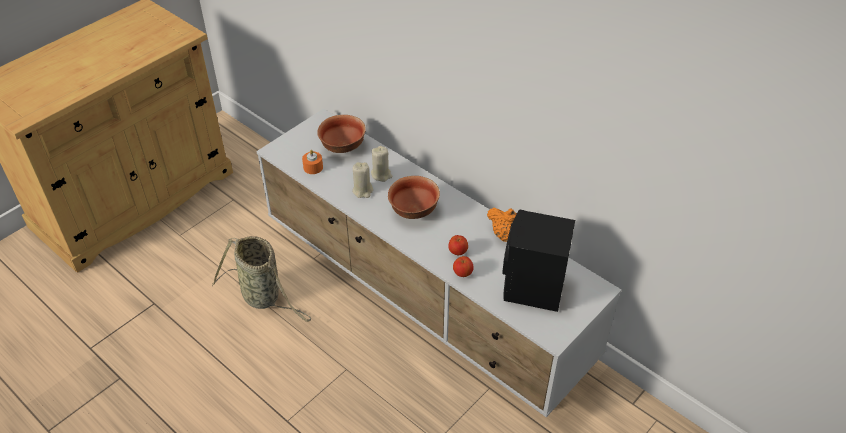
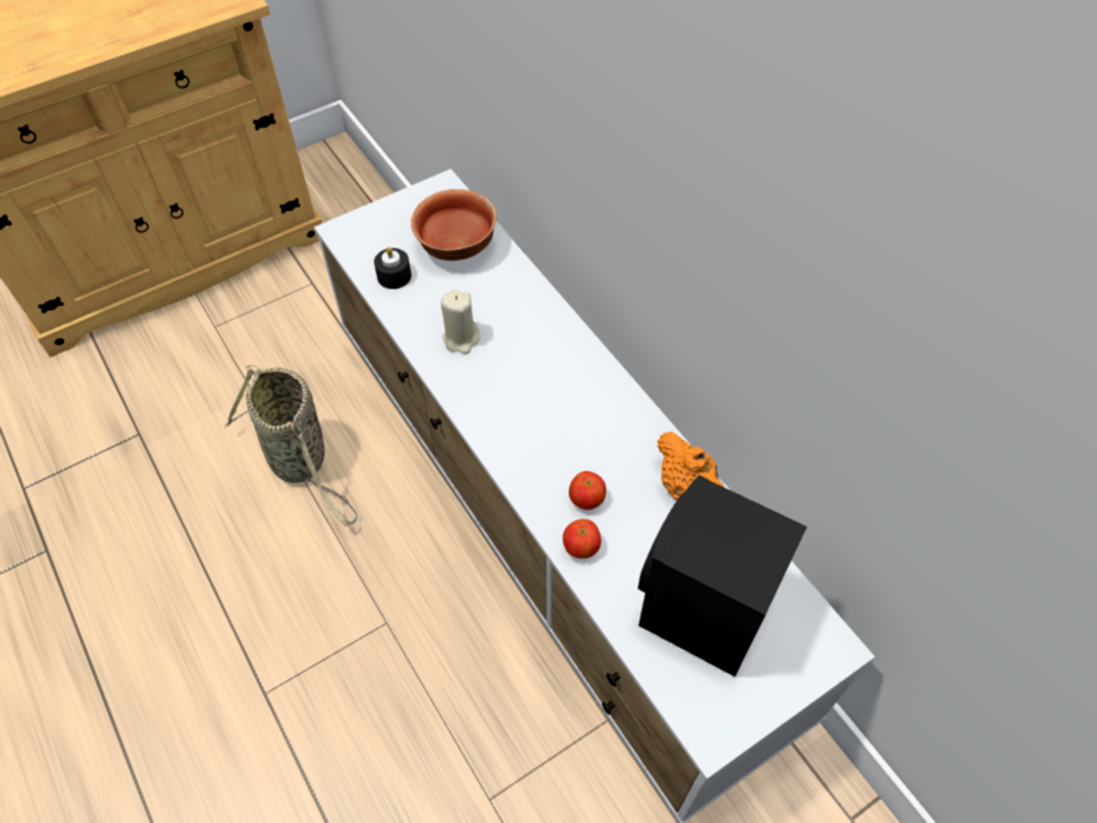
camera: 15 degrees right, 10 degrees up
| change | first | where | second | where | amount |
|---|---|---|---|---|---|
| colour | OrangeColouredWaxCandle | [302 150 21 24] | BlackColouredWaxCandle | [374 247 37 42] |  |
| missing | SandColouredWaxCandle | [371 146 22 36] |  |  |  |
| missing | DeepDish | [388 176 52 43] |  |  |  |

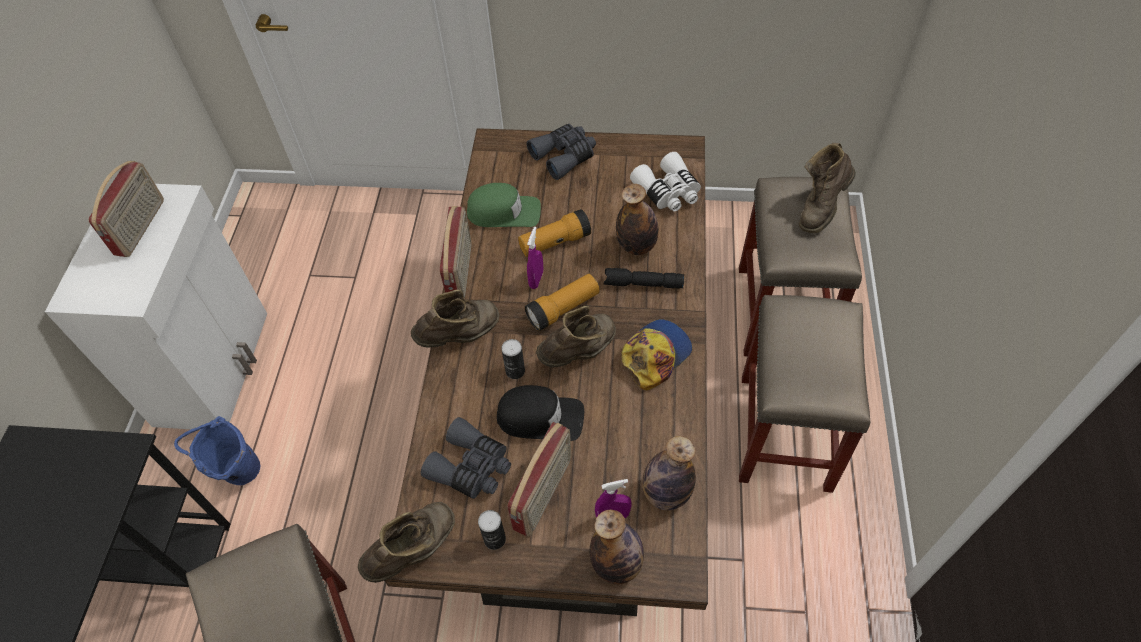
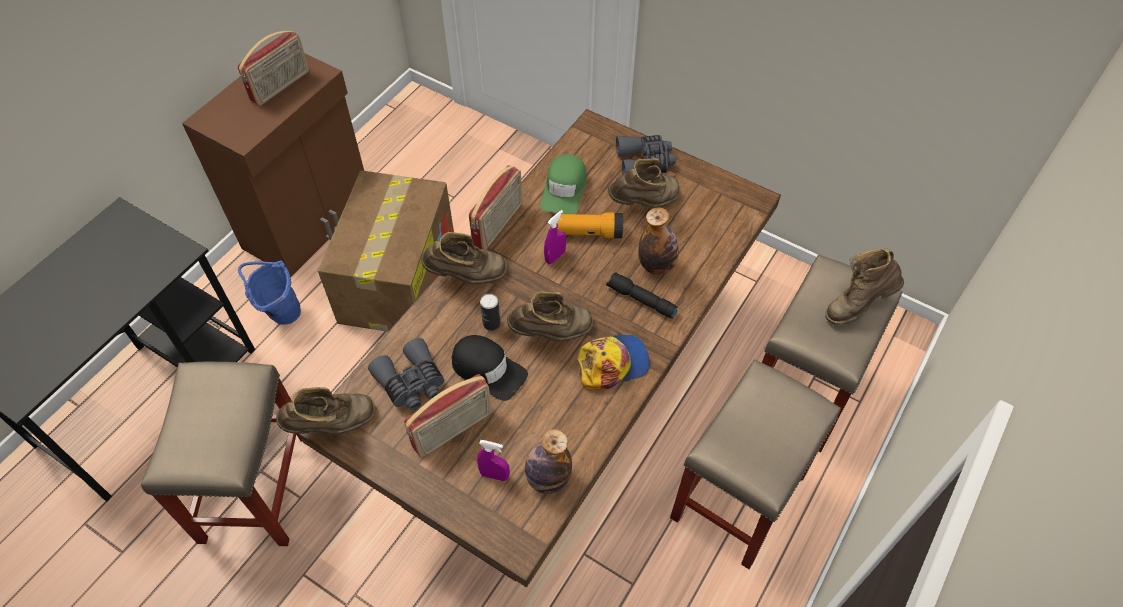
camera: 25 degrees right, 0 degrees up
| change | first | where | second | where | amount |
|---|---|---|---|---|---|
| colour | WhiteCupboard | [45 184 222 246] | BrownColouredCupboard | [182 53 182 224] |  |
| spun | GreenishPeakedCap | [467 183 74 44] |  | [540 154 46 60] | 75 degrees clockwise |
| missing | SealedCan | [478 510 28 40] |  |  |  |
| missing | Flashlight | [525 274 75 57] |  |  |  |
| missing | Bottle | [590 509 54 75] |  |  |  |
| missing | WhitePairOfBinoculars | [630 152 71 60] |  |  |  |
| appeared |  |  | CardboardBox | [318 170 136 162] |  |
| appeared |  |  | BrownColouredHighTopBoot | [608 158 72 51] |  |

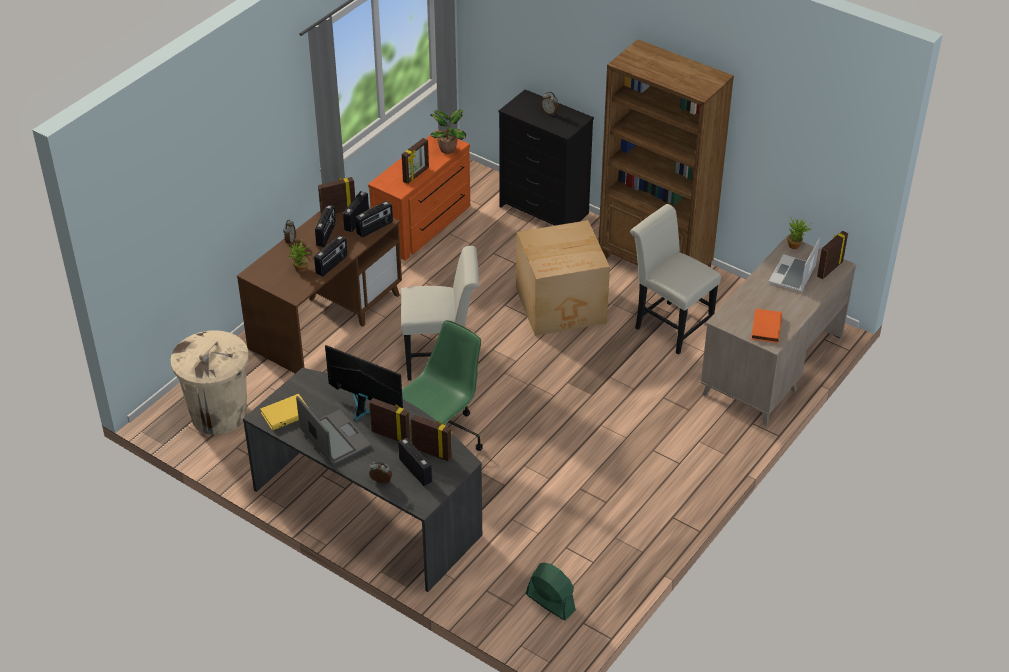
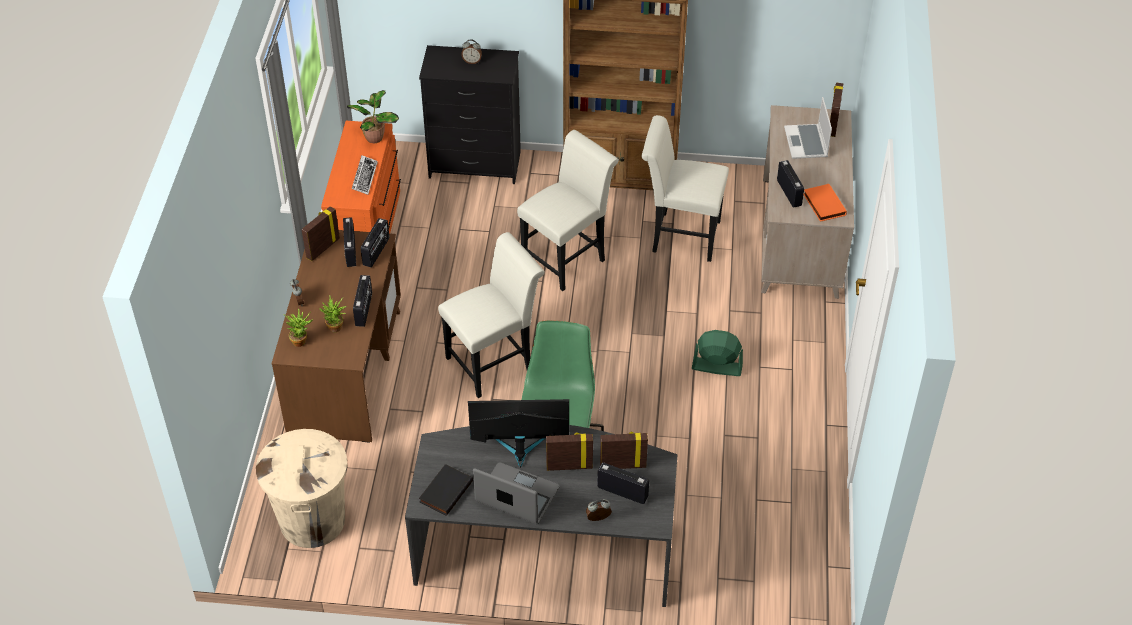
camera: 30 degrees left, 5 degrees up
| change | first | where | second | where | amount |
|---|---|---|---|---|---|
| colour | YellowColouredVolume | [260 394 48 37] | BlackColouredVolume | [419 464 54 52] |  |
| relocated | RadioSet | [315 205 21 42] |  | [777 160 27 48] |  |
| exchanged | PhotoFrame | [402 138 27 46] | ComputerKeyboard | [352 155 26 40] |  |
| exchanged | CardboardBox | [516 220 94 116] | WhitePlainChair | [517 130 102 161] |  |
| relocated | GreenishFan | [526 563 50 57] |  | [692 330 51 46] |  |
| relocated | PottedPlant | [787 217 25 32] |  | [283 309 30 38] |  |

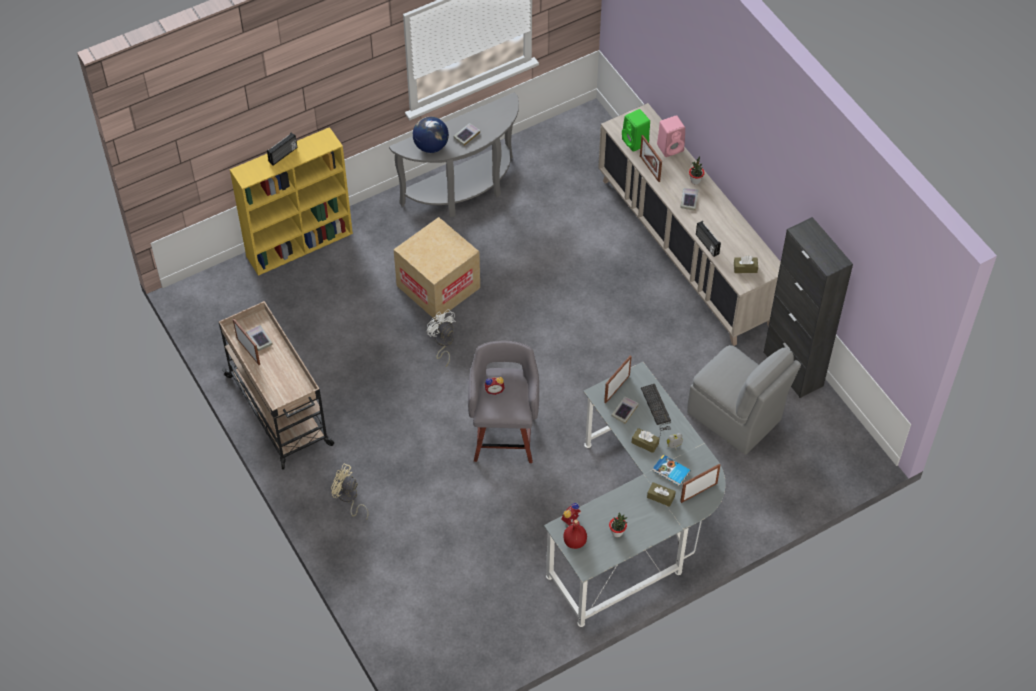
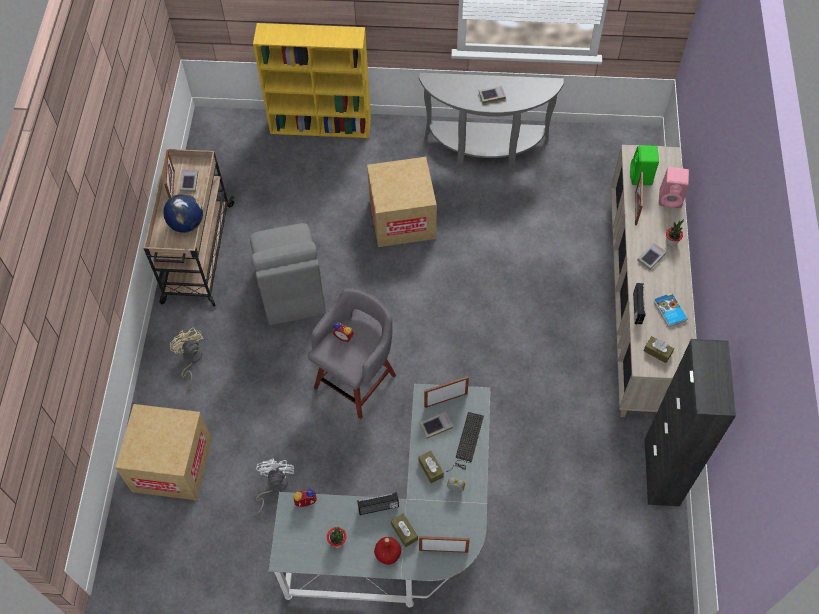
camera: 35 degrees right, 5 degrees up
| change | first | where | second | where | amount |
|---|---|---|---|---|---|
| relocated | RadioSet | [267 133 30 32] |  | [357 492 42 23] |  |
| relocated | WorldGlobe | [413 117 36 36] |  | [163 194 40 39] |  |
| relocated | WhiteFan | [427 309 29 58] |  | [256 459 38 54] |  |
| relocated | RedBottle | [563 520 24 29] |  | [374 537 27 28] |  |
| relocated | Volume | [653 454 37 32] |  | [654 293 33 34] |  |
| relocated | GreyPlainChair | [687 345 114 110] |  | [250 223 76 102] |  |
| appeared |  |  | CardboardBox | [115 404 97 96] |  |

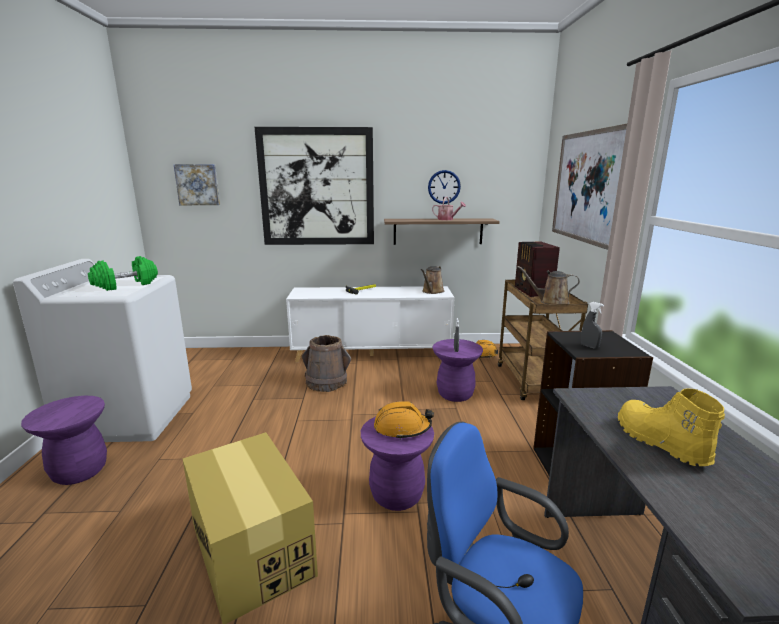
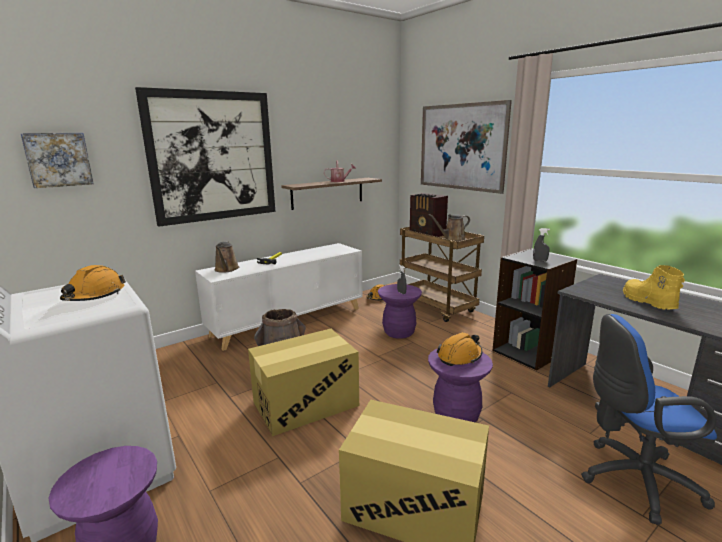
camera: 35 degrees left, 0 degrees up
| change | first | where | second | where | amount |
|---|---|---|---|---|---|
| exchanged | GreenishDumbbell | [88 256 70 35] | OrangeColouredWorkHelmet | [60 265 66 36] |  |
| relocated | BrownColouredWateringPot | [421 266 23 28] |  | [215 241 24 32] |  |
| missing | WallClock | [428 170 33 34] |  |  |  |
| spun | YellowColouredHighTopBoot | [618 389 107 77] |  | [623 265 62 44] | 45 degrees clockwise |
| appeared |  |  | CardboardBox | [248 329 111 107] |  |

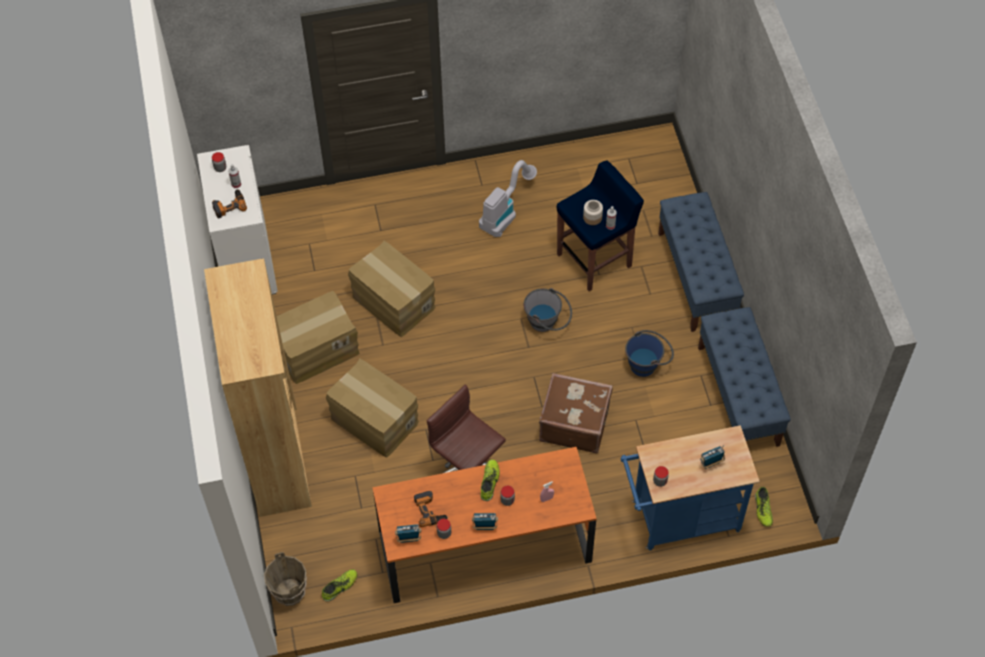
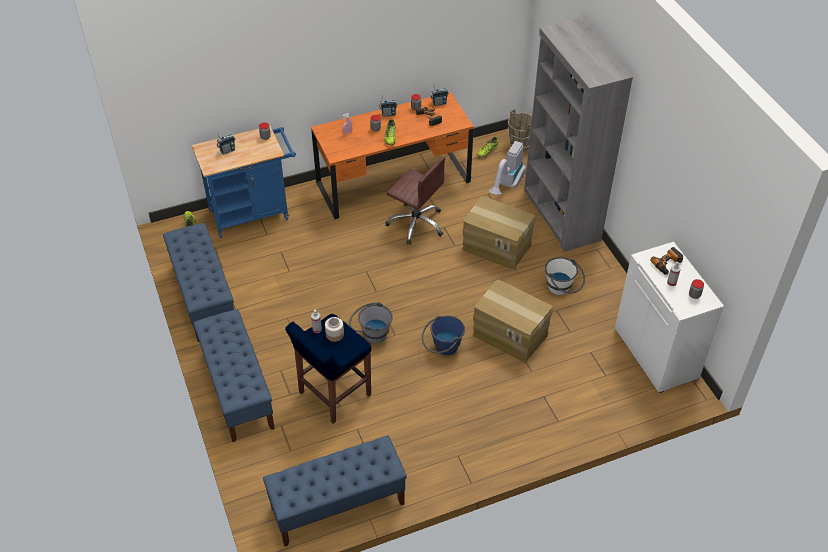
camera: 170 degrees right, 10 degrees down
| change | first | where | second | where | amount |
|---|---|---|---|---|---|
| colour | BrownColouredBookshelf | [204 259 108 258] | GreyBookshelf | [524 18 109 234] |  |
| exchanged | CardboardBox | [277 291 83 93] | WhitePail | [545 257 40 38] |  |
| relocated | Vacuum | [479 160 58 77] |  | [489 141 37 54] |  |
| missing | BrownColouredPieceOfLuggage | [539 373 74 81] |  |  |  |
| relocated | BlueColouredPail | [625 330 49 47] |  | [422 315 43 40] |  |
| appeared |  |  | BlueColouredLongSeat | [263 435 144 111] |  |

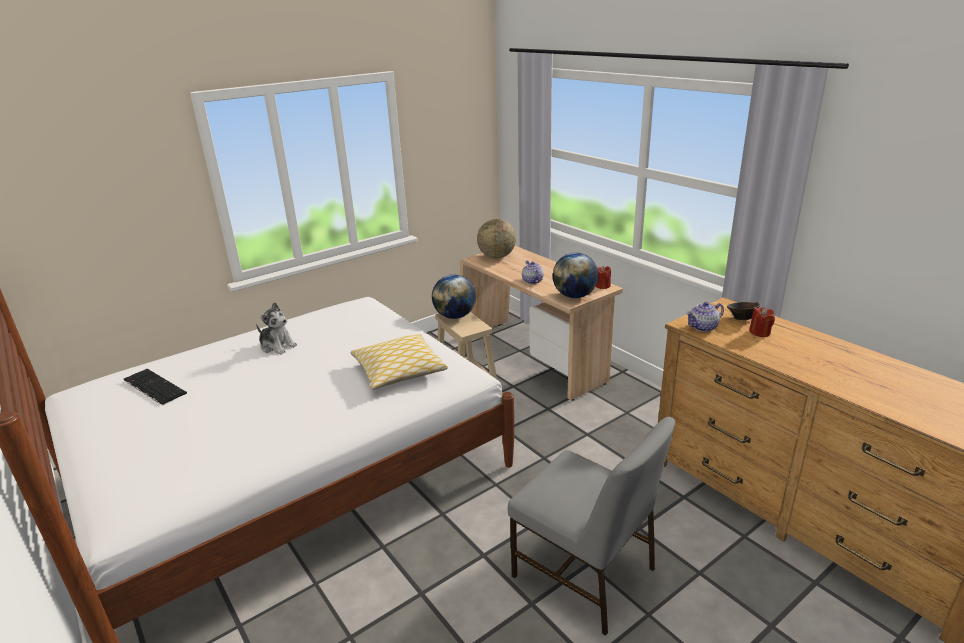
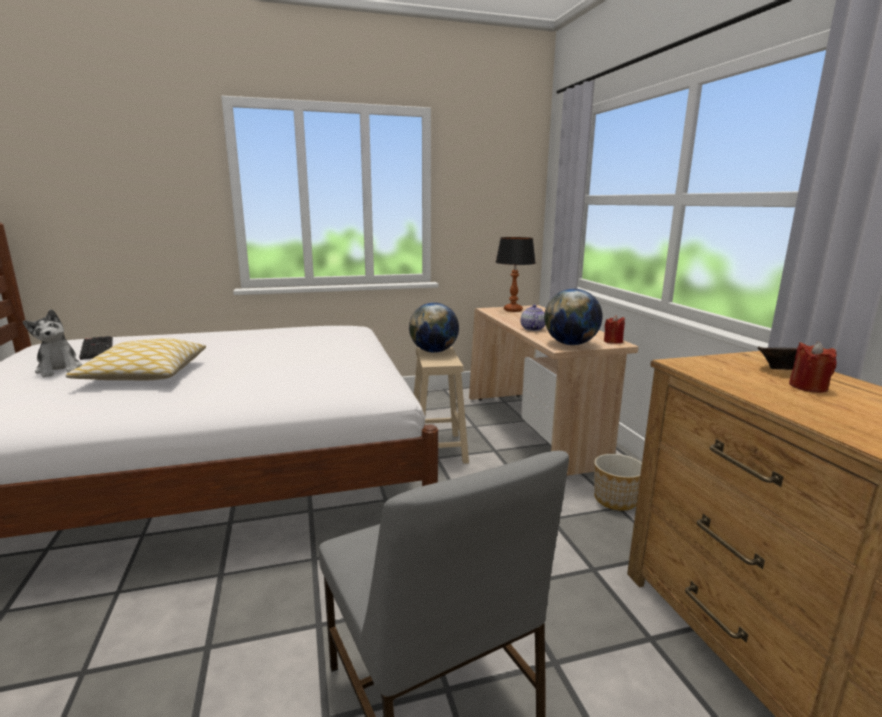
camera: 20 degrees right, 10 degrees down
| change | first | where | second | where | amount |
|---|---|---|---|---|---|
| relocated | CuddlyToy | [256 302 41 53] |  | [22 309 61 69] |  |
| relocated | ThrowPillow | [351 334 97 56] |  | [66 338 140 43] |  |
| exchanged | WorldGlobe | [477 219 39 39] | TabletopLamp | [496 237 40 75] |  |
| missing | PotForTea | [686 302 38 30] |  |  |  |
| appeared |  |  | PlantPot | [594 454 48 57] |  |

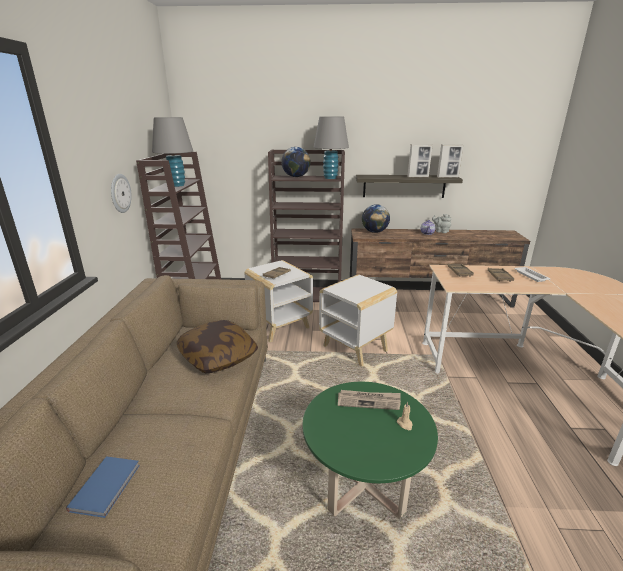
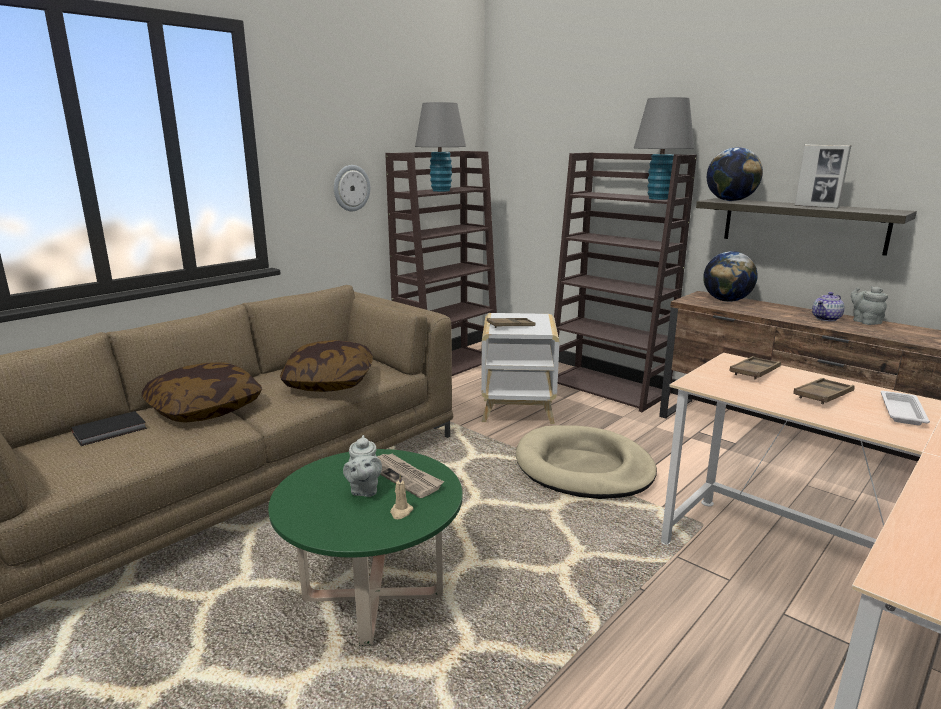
camera: 40 degrees right, 5 degrees down
| change | first | where | second | where | amount |
|---|---|---|---|---|---|
| colour | BlueColouredVolume | [66 456 74 62] | BlackColouredVolume | [71 411 76 35] |  |
| relocated | WorldGlobe | [281 147 30 30] |  | [707 147 56 54] |  |
| exchanged | WhiteEndTable | [319 274 78 92] | SandColouredDogBed | [516 425 141 74] |  |
| missing | PhotoFrame | [437 144 27 34] |  |  |  |
| appeared |  |  | ThrowPillow | [142 362 120 61] |  |
| appeared |  |  | GreyPotForTea | [343 435 39 62] |  |

